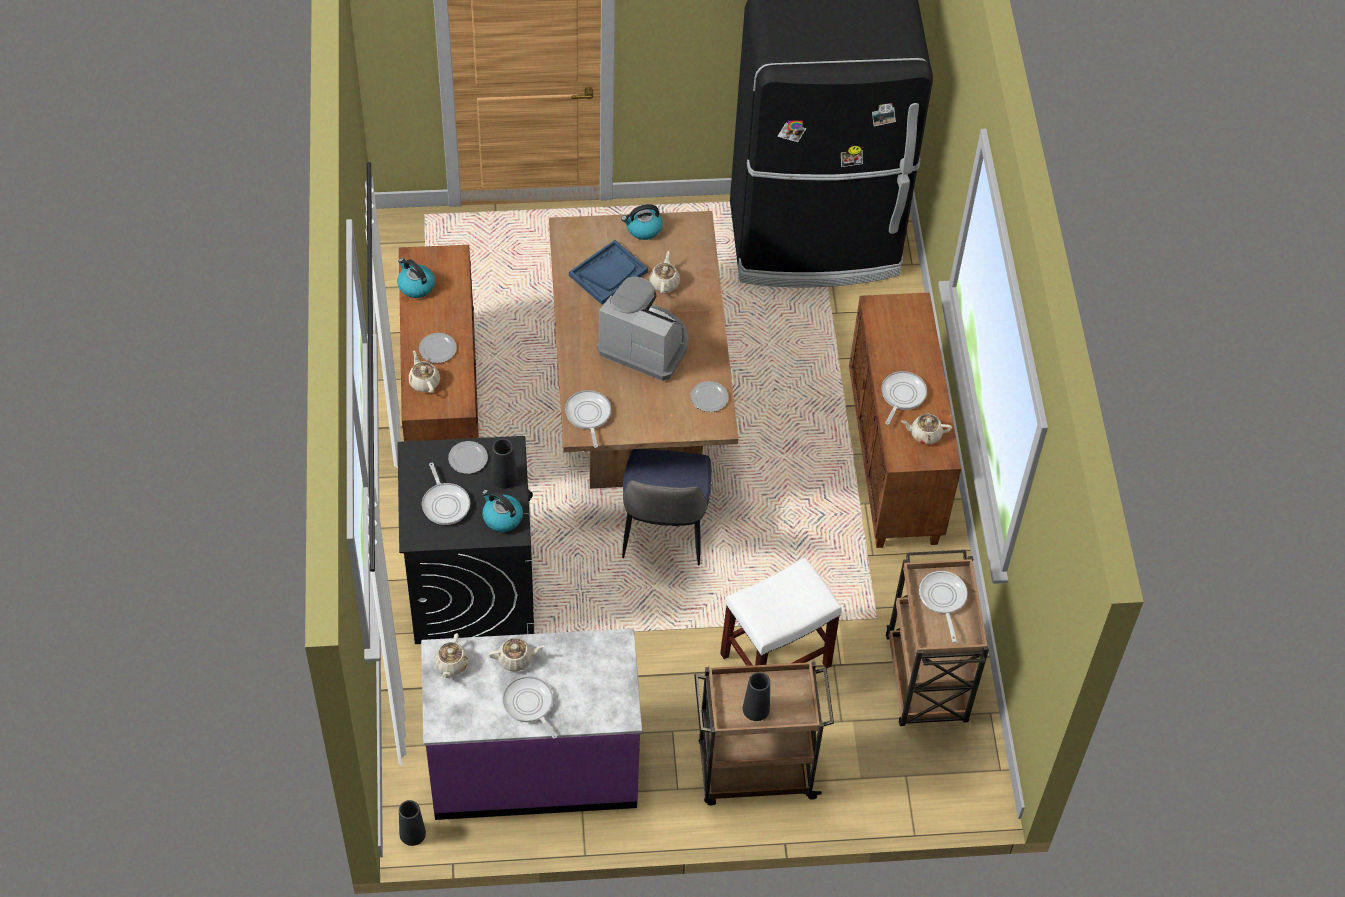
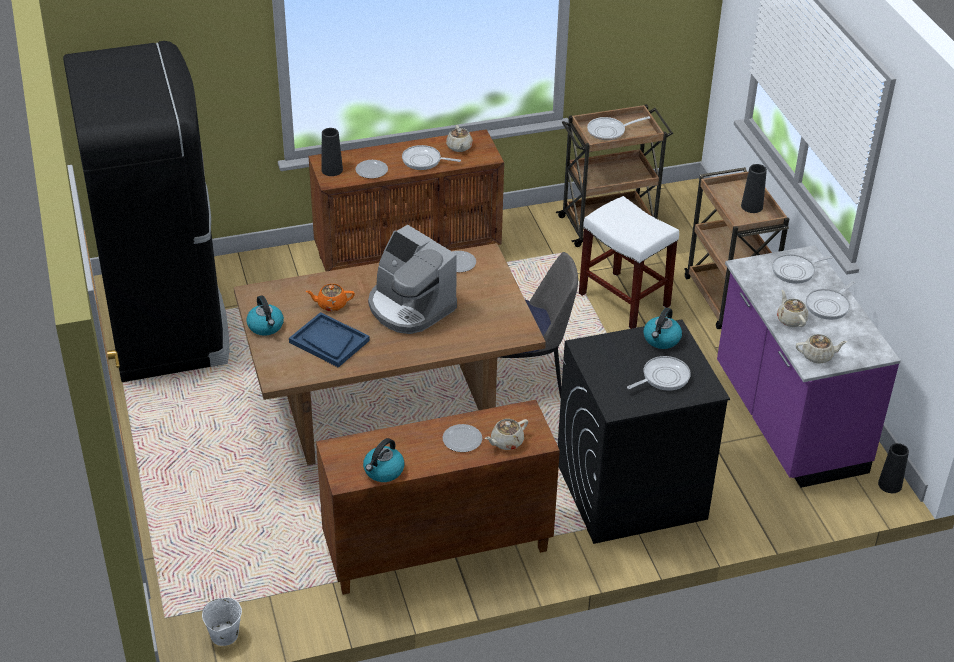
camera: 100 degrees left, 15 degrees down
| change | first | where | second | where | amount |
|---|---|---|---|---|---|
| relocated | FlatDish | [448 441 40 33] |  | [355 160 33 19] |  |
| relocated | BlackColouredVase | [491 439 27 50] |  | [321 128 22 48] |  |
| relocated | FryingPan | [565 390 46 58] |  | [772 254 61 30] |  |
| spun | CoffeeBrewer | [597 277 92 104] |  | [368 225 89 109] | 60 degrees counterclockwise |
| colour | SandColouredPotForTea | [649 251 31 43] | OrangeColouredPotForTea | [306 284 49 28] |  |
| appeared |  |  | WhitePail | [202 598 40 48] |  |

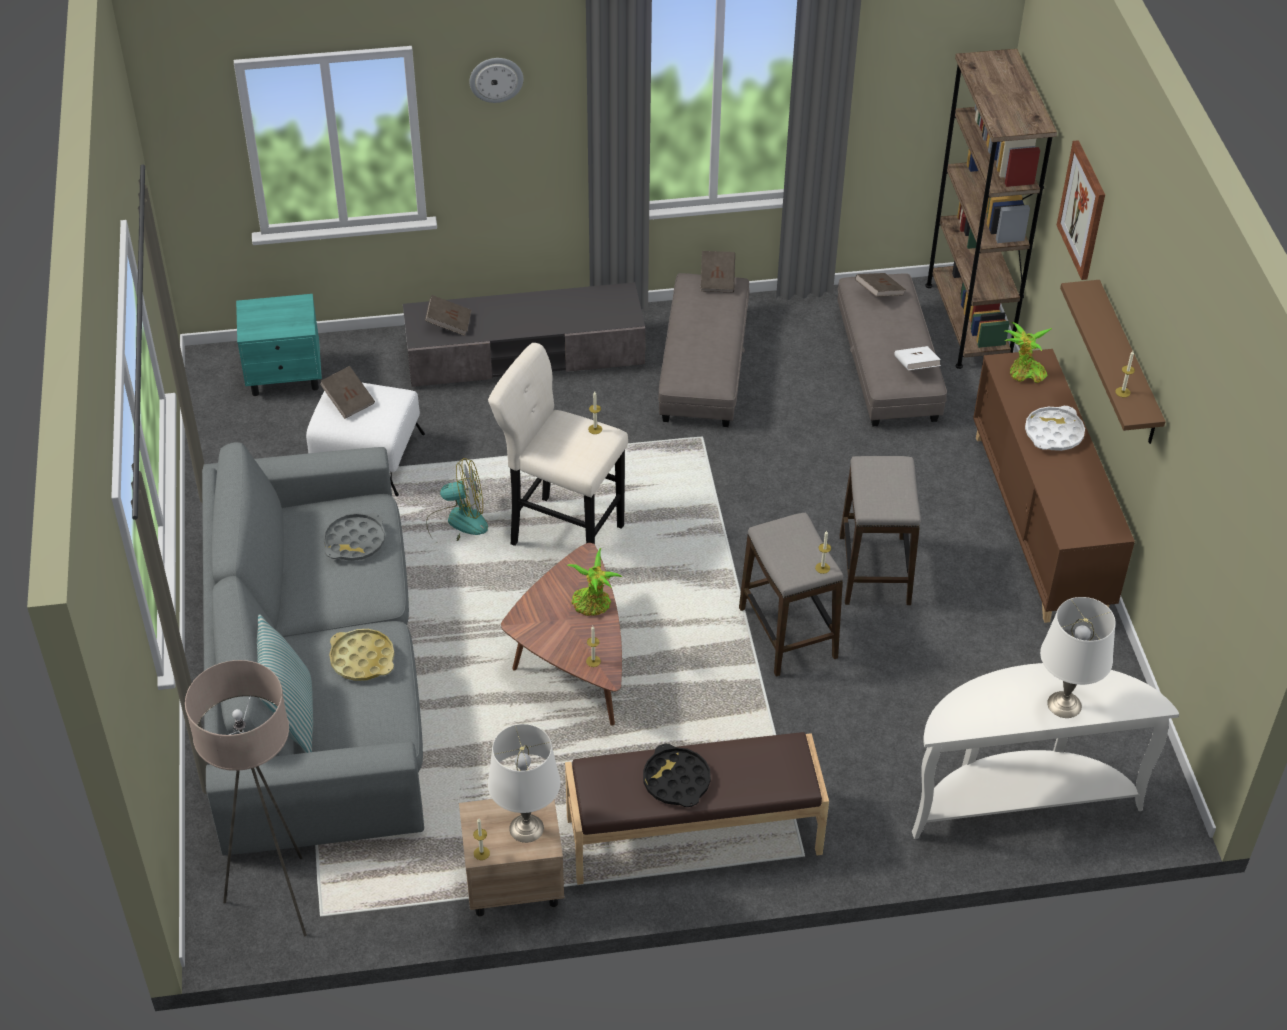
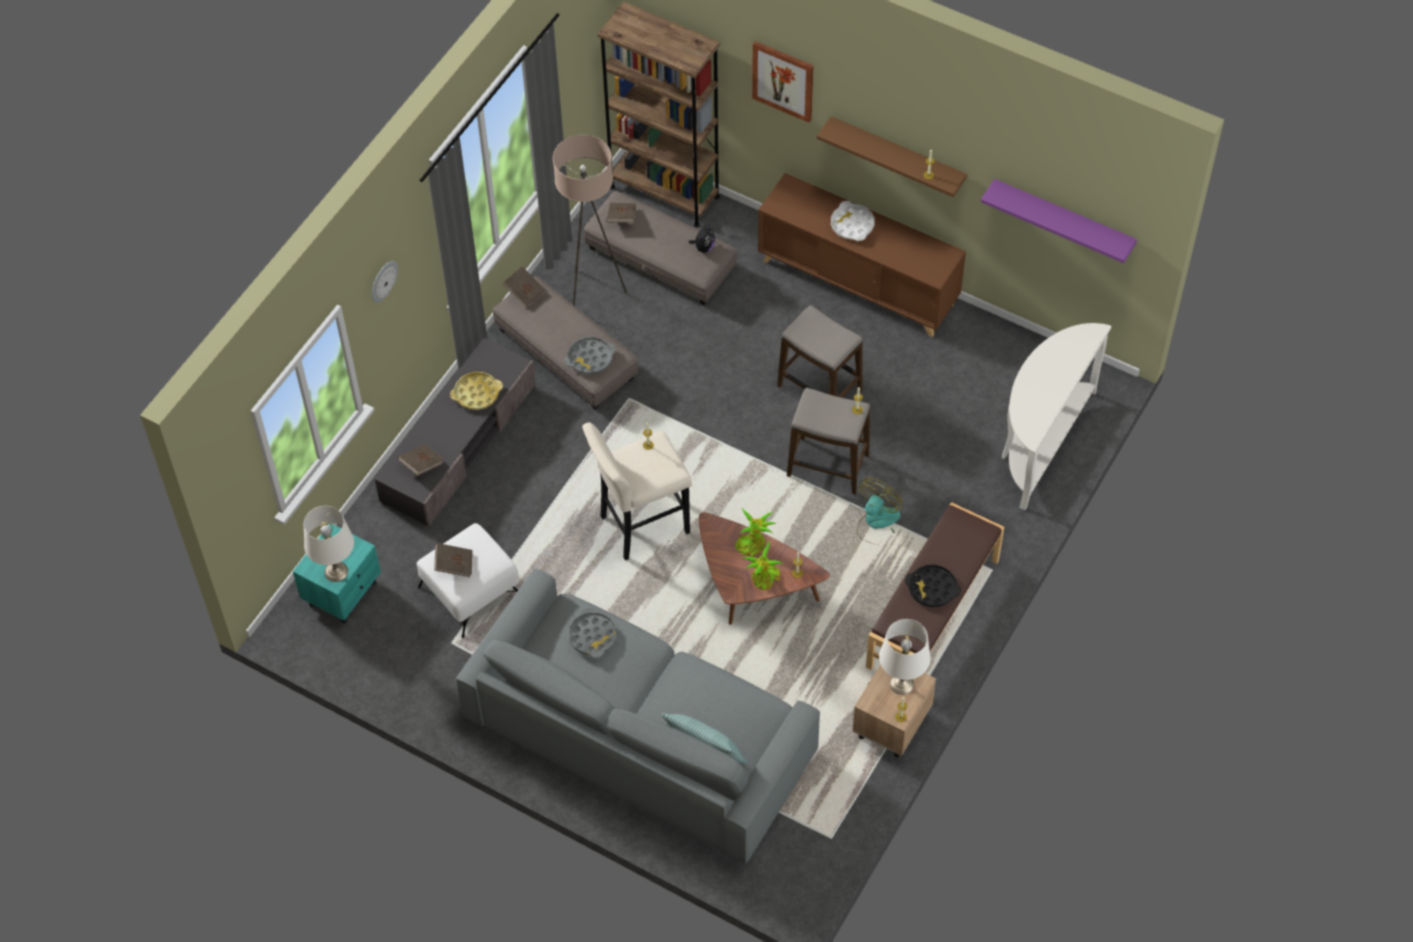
camera: 50 degrees left, 10 degrees up
| change | first | where | second | where | amount |
|---|---|---|---|---|---|
| relocated | SandColouredStandardLamp | [185 660 122 276] |  | [553 135 74 171] |  |
| relocated | YellowColouredTray | [329 629 65 52] |  | [450 372 53 38] |  |
| relocated | Fan | [427 458 61 83] |  | [857 477 45 68] |  |
| exchanged | WhiteVolume | [894 346 47 24] | CuddlyToy | [688 224 27 29] |  |
| relocated | PottedPlant | [1005 322 47 61] |  | [741 541 42 49] |  |
| relocated | WhiteTabletopLamp | [1040 597 76 121] |  | [304 506 50 76] |  |
| appeared |  |  | GreyTray | [564 337 52 37] |  |
| appeared |  |  | PurpleColouredShelf | [981 179 156 84] |  |

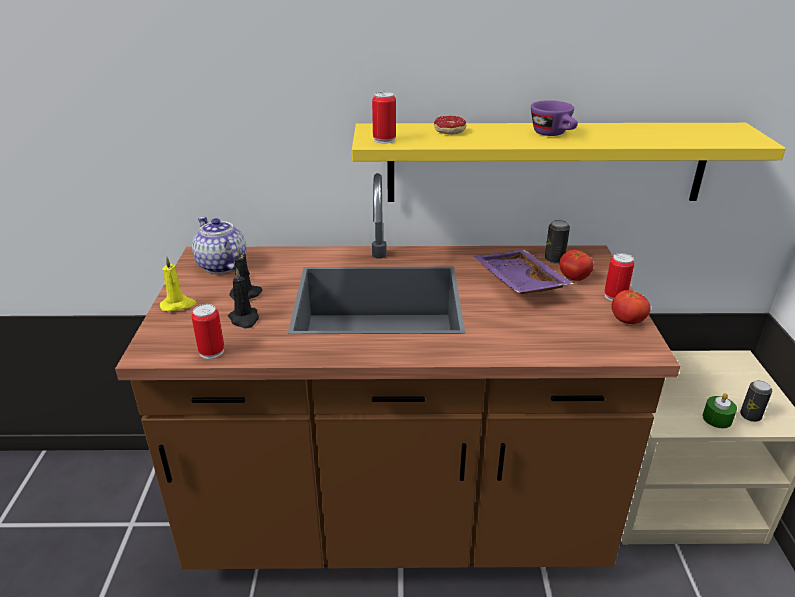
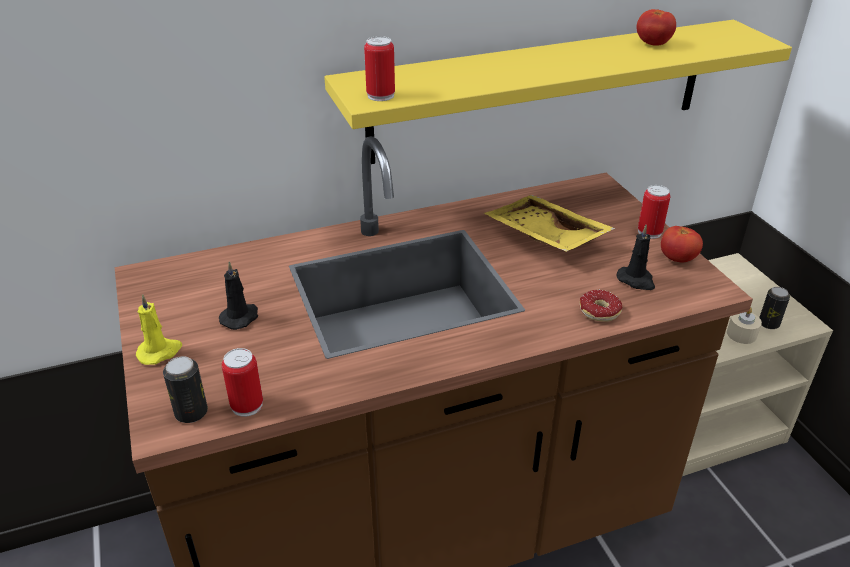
camera: 20 degrees left, 5 degrees up
| change | first | where | second | where | amount |
|---|---|---|---|---|---|
| missing | PotForTea | [192 217 54 57] |  |  |  |
| relocated | BlackColouredWaxCandle | [228 269 31 59] |  | [617 225 38 65] |  |
| relocated | Doughnut | [434 116 32 19] |  | [580 290 42 32] |  |
| colour | PurpleColouredTray | [474 250 100 44] | YellowColouredTray | [484 195 132 57] |  |
| missing | PurpleColouredSmallCup | [531 100 47 36] |  |  |  |
| relocated | SealedCan | [545 220 25 43] |  | [163 356 45 67] |  |
| relocated | FreshTomato | [560 250 33 31] |  | [636 9 40 37] |  |
| colour | GreenishWaxCandle | [703 393 34 35] | SandColouredWaxCandle | [727 307 35 37] |  |

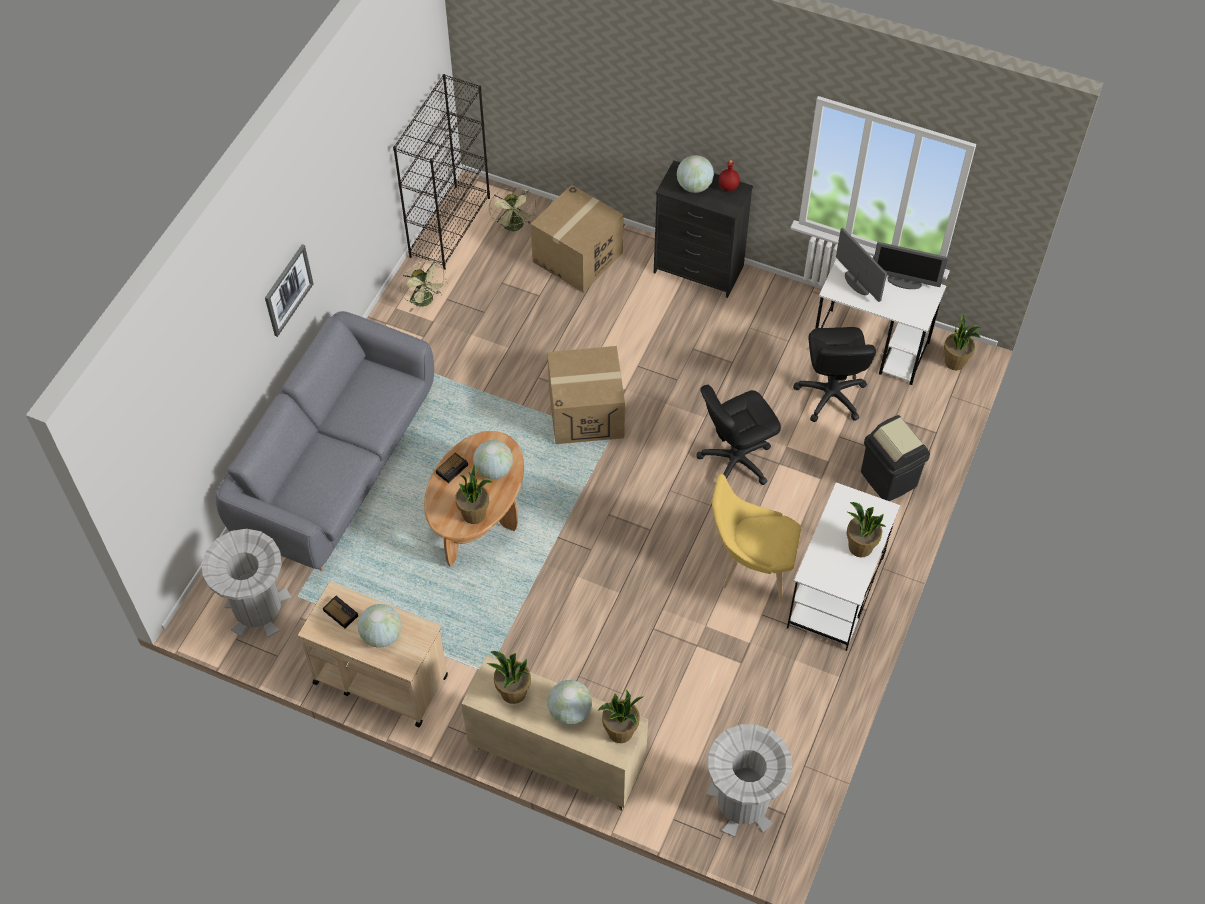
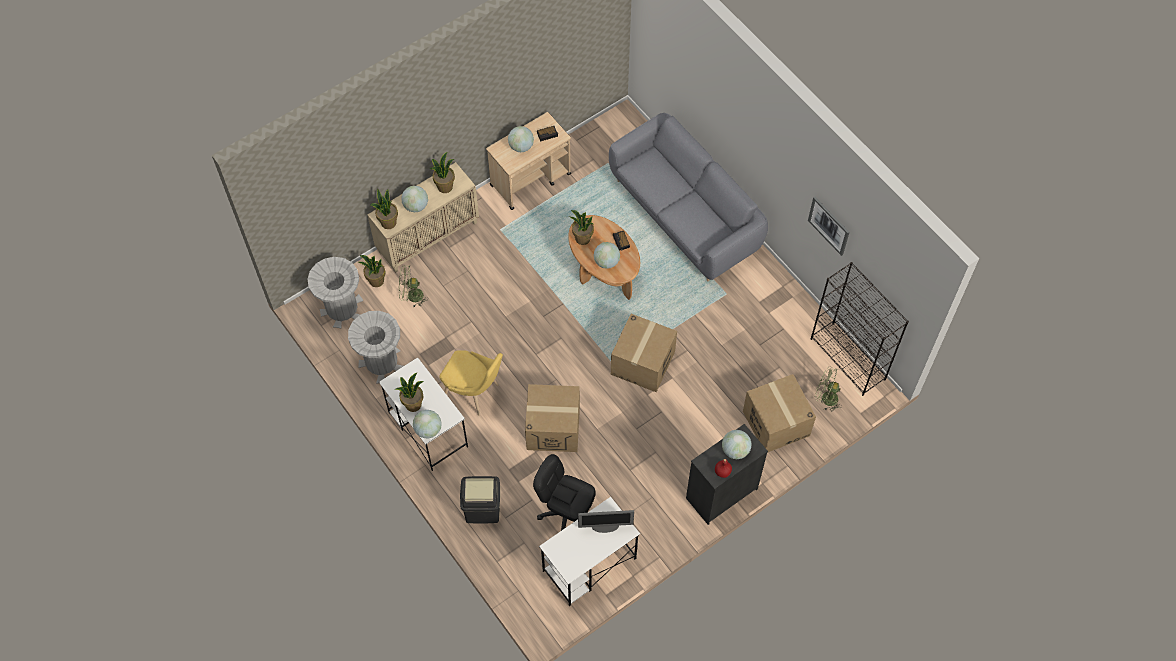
camera: 120 degrees right, 5 degrees up
| change | first | where | second | where | amount |
|---|---|---|---|---|---|
| relocated | GreyWasteBin | [202 529 90 108] |  | [348 311 55 72] |  |
| relocated | WallPicture | [265 244 48 93] |  | [808 197 41 59] |  |
| relocated | GreenishFan | [400 260 48 52] |  | [399 265 29 43] |  |
| exchanged | BlackColouredDeskChair | [696 385 85 100] | CardboardBox | [525 384 55 68] |  |
| spun | YellowColouredPlainChair | [712 474 89 128] |  | [439 350 64 66] | 75 degrees clockwise |
| missing | Monitor | [874 242 74 47] |  |  |  |
| relocated | PottedPlant | [944 314 37 56] |  | [359 255 26 32] |  |
| appeared |  |  | WorldGlobe | [413 410 29 28] |  |

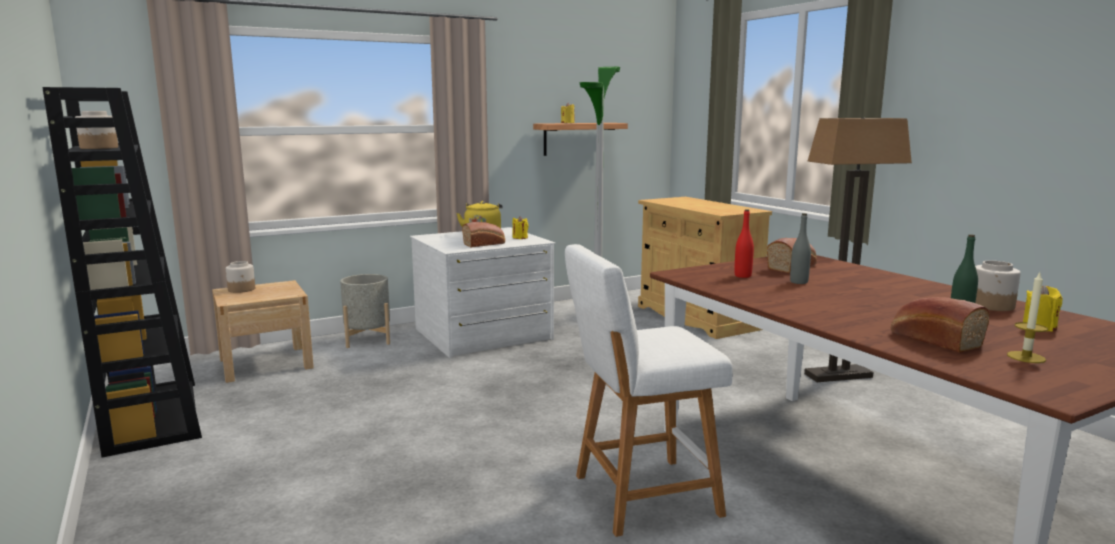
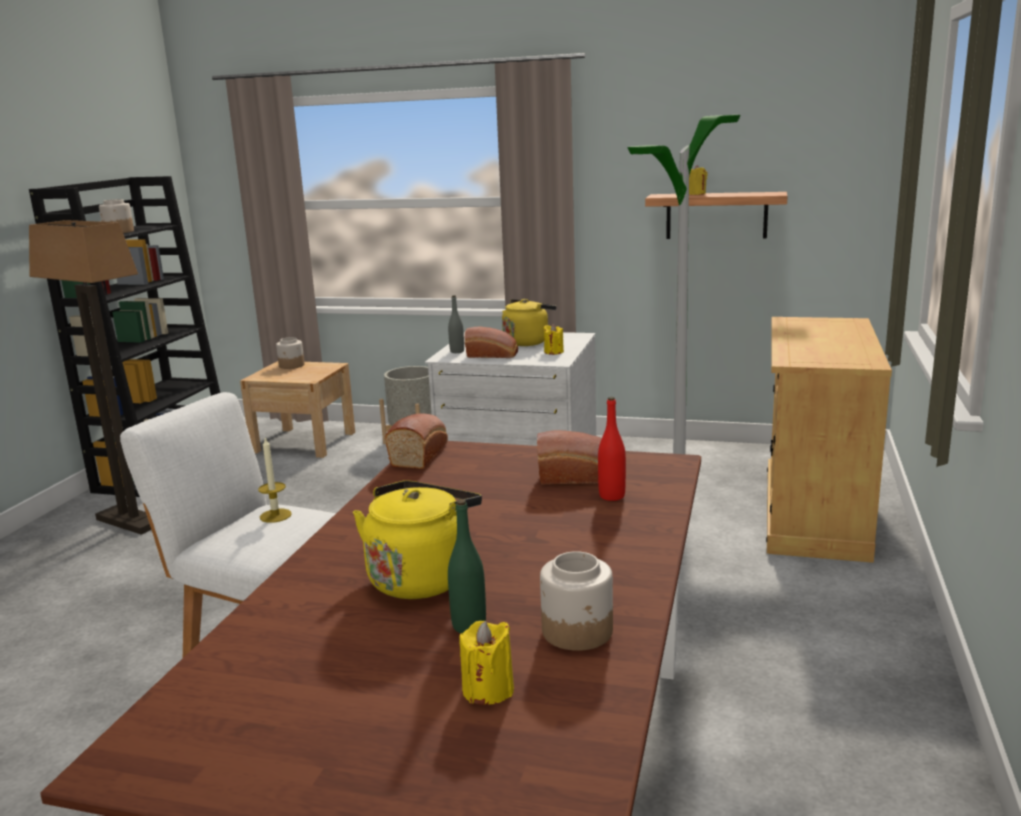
camera: 45 degrees right, 5 degrees up
| change | first | where | second | where | amount |
|---|---|---|---|---|---|
| relocated | RedBottle | [734 209 20 69] |  | [598 397 28 104] |  |
| relocated | GreyBottle | [790 213 21 71] |  | [448 295 16 58] |  |
| relocated | StandardLamp | [804 117 108 265] |  | [29 220 122 315] |  |
| relocated | BakeryBread | [891 297 99 56] |  | [385 413 63 56] |  |
| relocated | WaxCandle | [1007 273 41 90] |  | [258 438 34 85] |  |
| appeared |  |  | YellowColouredWaterKettle | [353 480 129 119] |  |

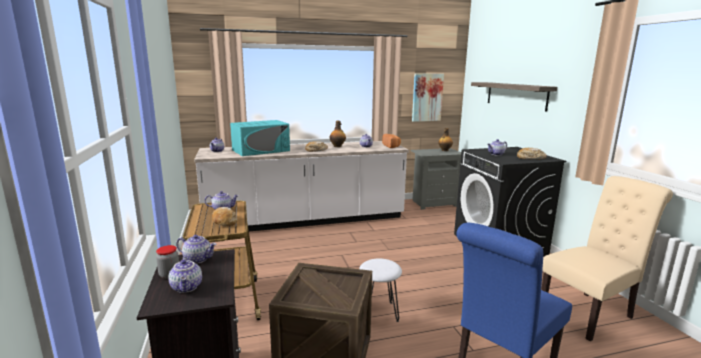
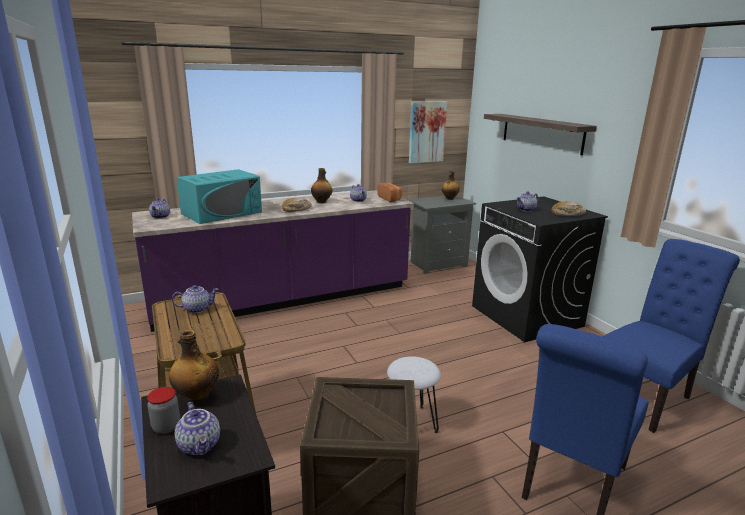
camera: 10 degrees left, 5 degrees up
| change | first | where | second | where | amount |
|---|---|---|---|---|---|
| exchanged | PotForTea | [176 235 40 29] | Bottle | [169 330 50 73] |  |
| colour | WhiteCounter | [194 141 215 90] | PurpleColouredCounter | [132 190 282 142] |  |
| missing | BakeryBread | [212 207 26 19] |  |  |  |
| colour | SandColouredPlainChair | [541 176 132 165] | BlueColouredPlainChair | [603 239 137 194] |  |

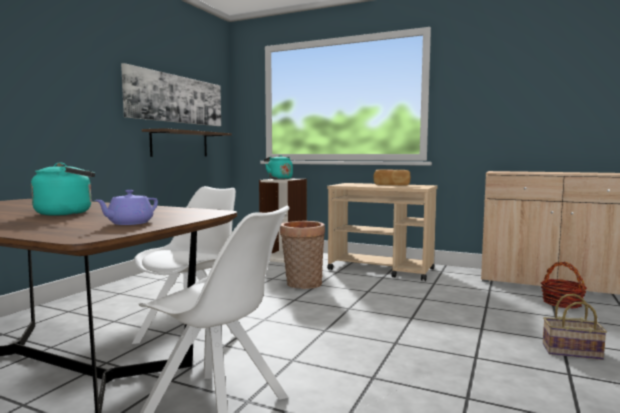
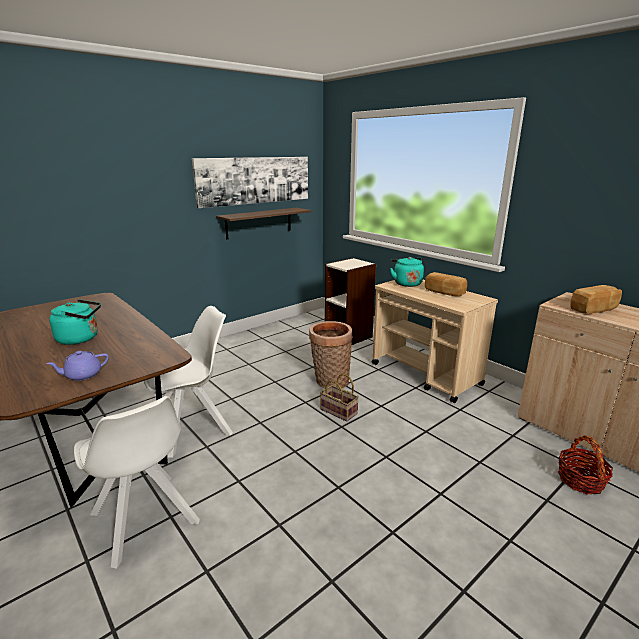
camera: 25 degrees right, 15 degrees up
| change | first | where | second | where | amount |
|---|---|---|---|---|---|
| relocated | BlueGreenWaterKettle | [264 155 29 25] |  | [390 257 34 30] |  |
| relocated | HouseholdBasket | [543 294 64 66] |  | [320 374 39 48] |  |
| appeared |  |  | BakeryBread | [570 285 52 29] |  |

